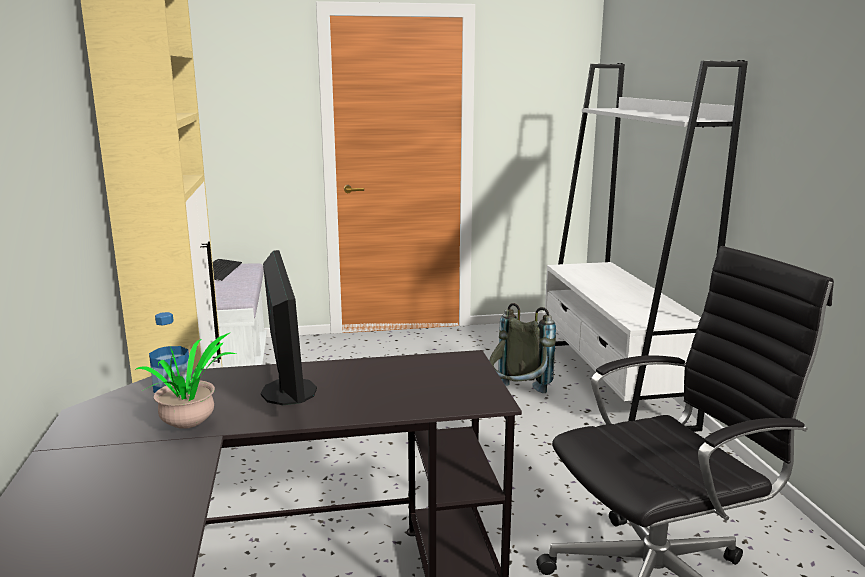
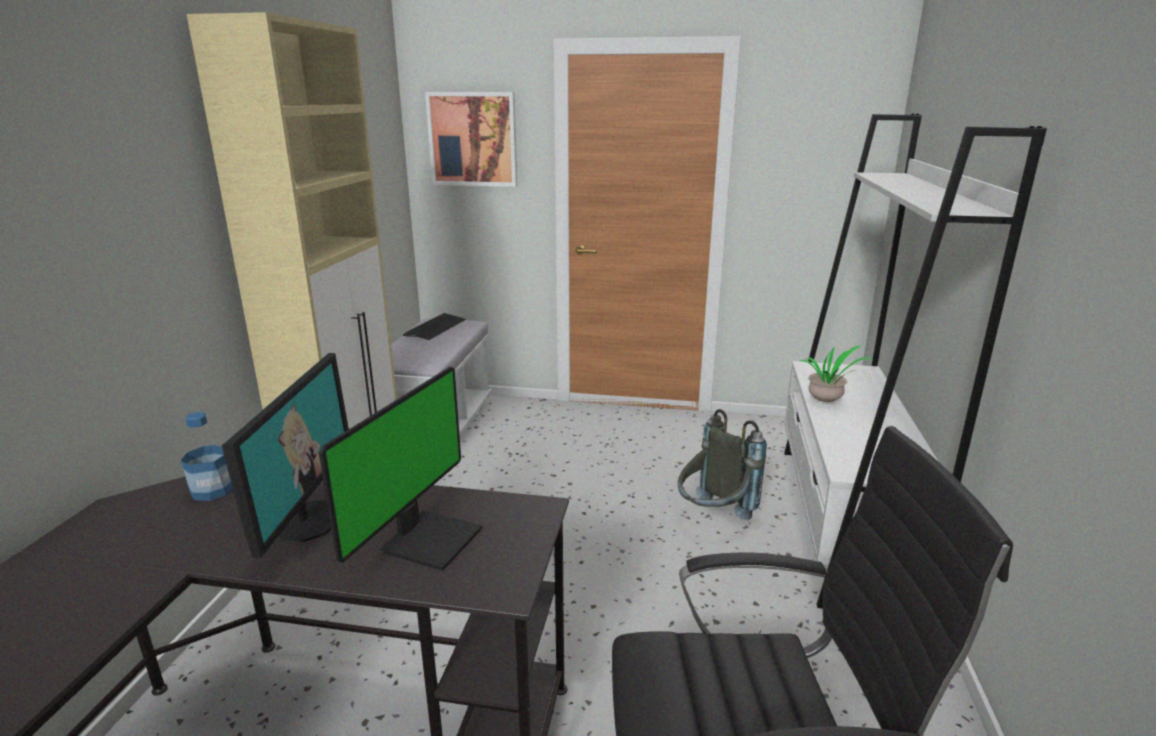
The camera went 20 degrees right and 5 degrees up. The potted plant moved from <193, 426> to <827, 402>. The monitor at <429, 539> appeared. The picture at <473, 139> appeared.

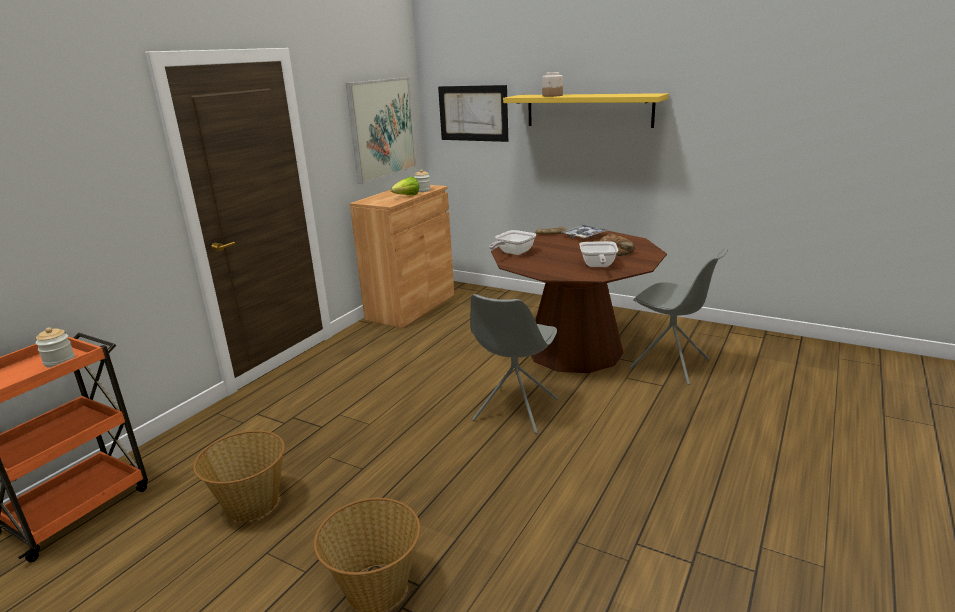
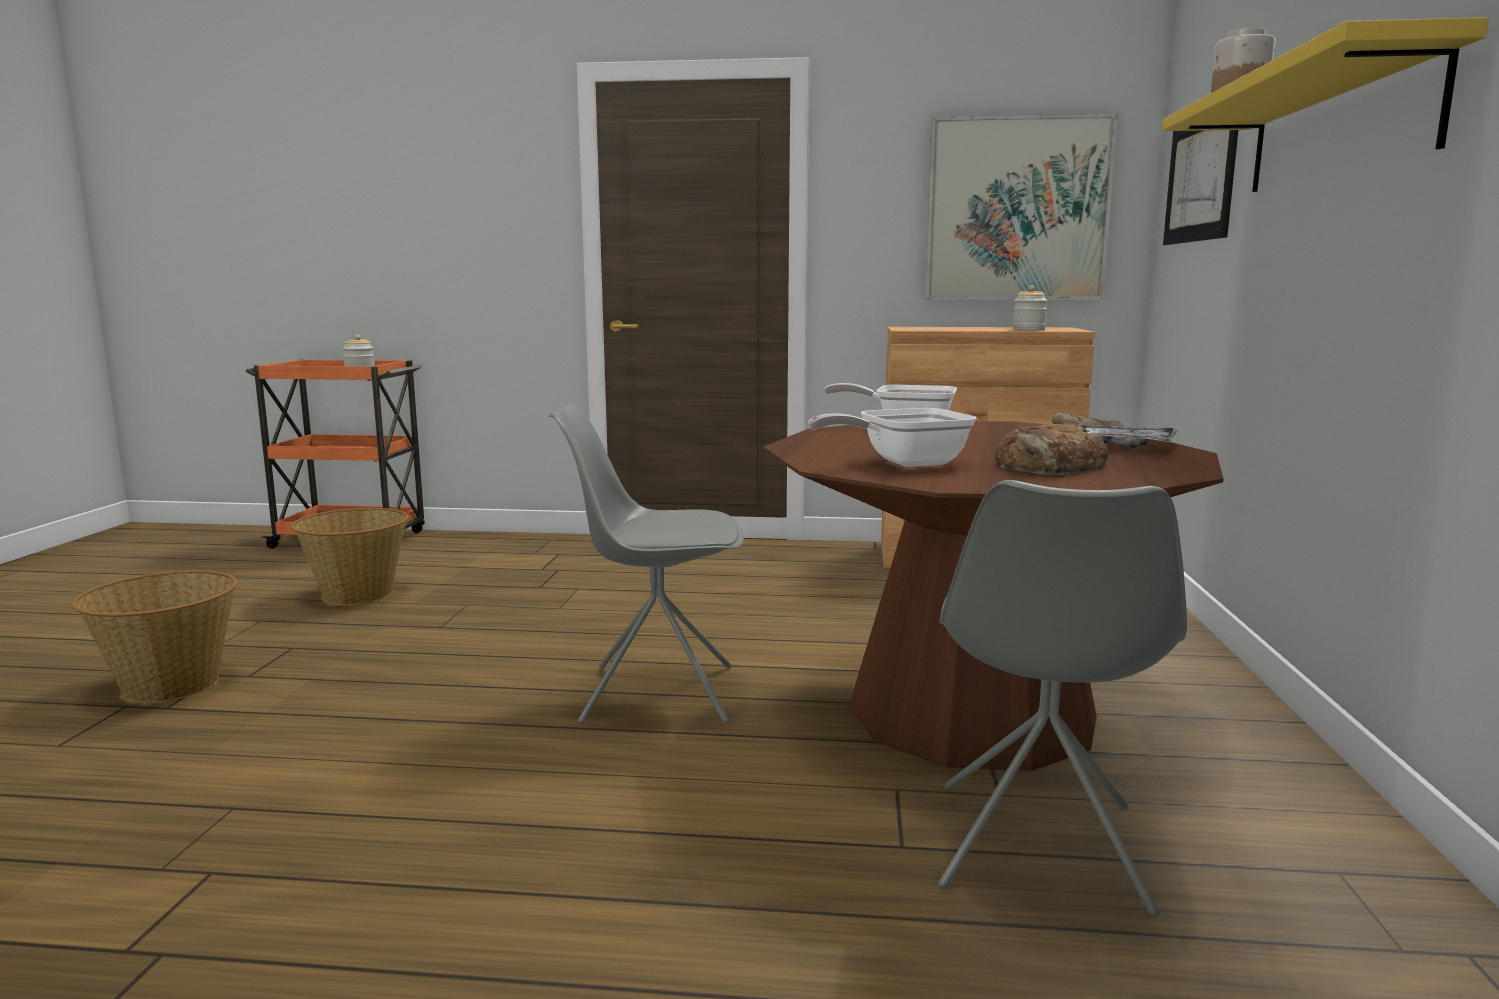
The camera went 65 degrees right and 10 degrees down. The lettuce at <407, 196> disappeared.

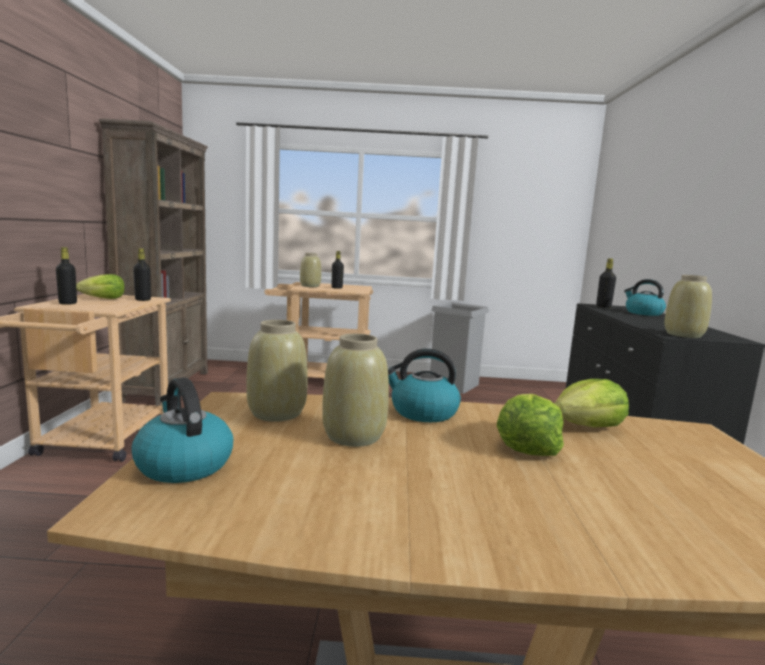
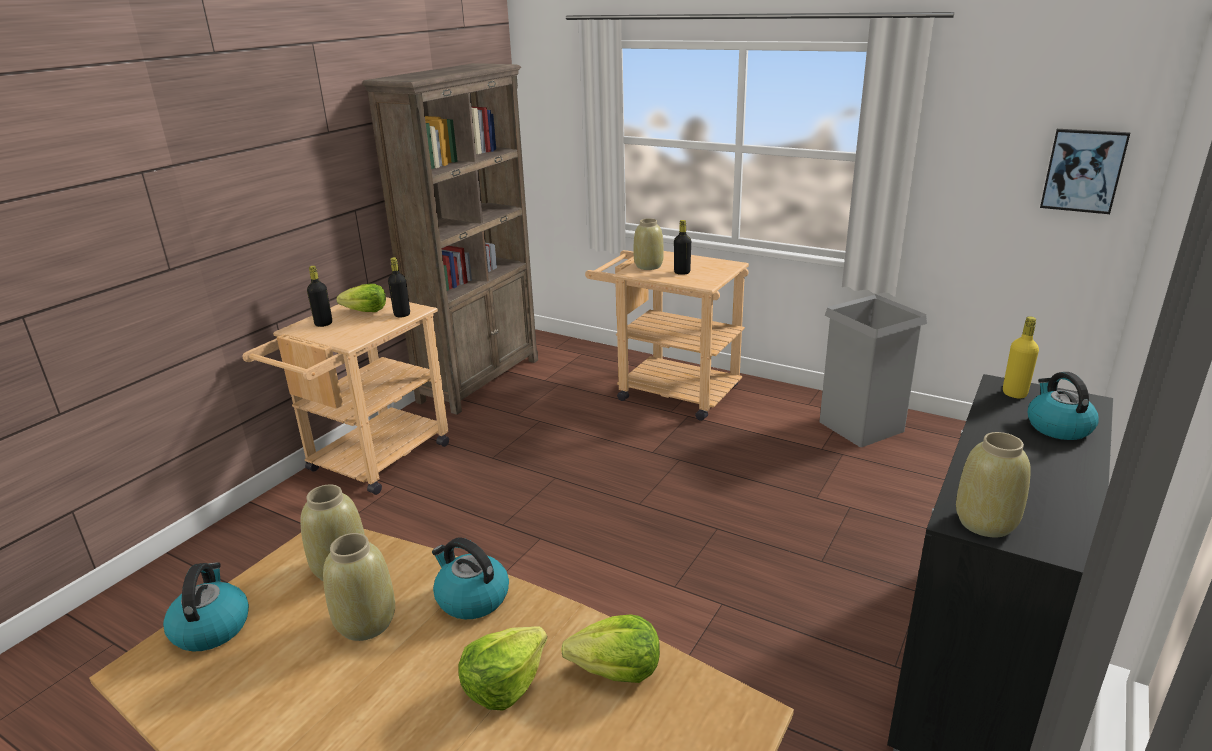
The camera went 30 degrees right and 15 degrees up. The black bottle at <603, 306> became the yellow bottle at <1014, 393>. The picture at <1083, 170> appeared.

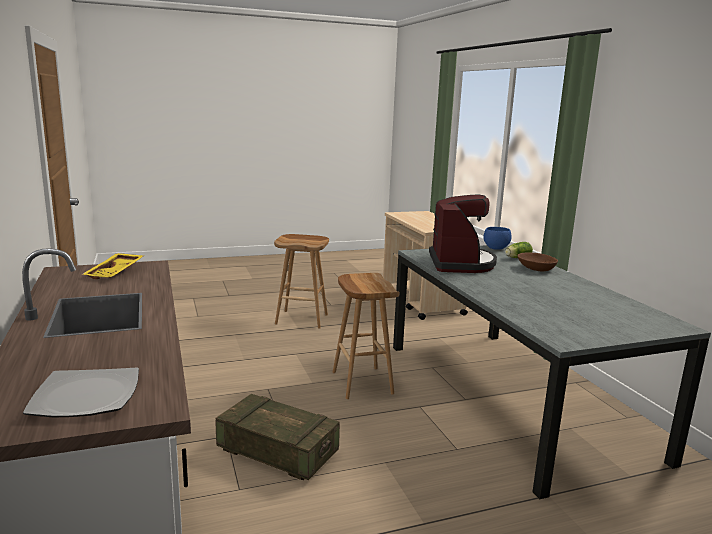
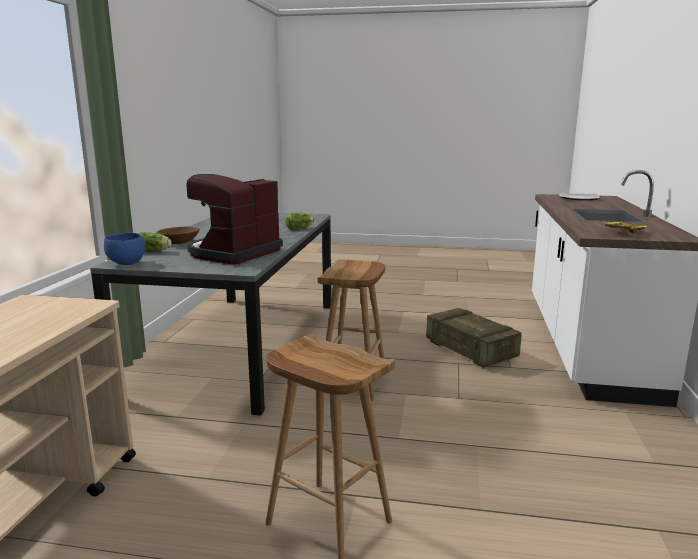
The camera went 150 degrees left and 0 degrees up. The lettuce at <300, 228> appeared.

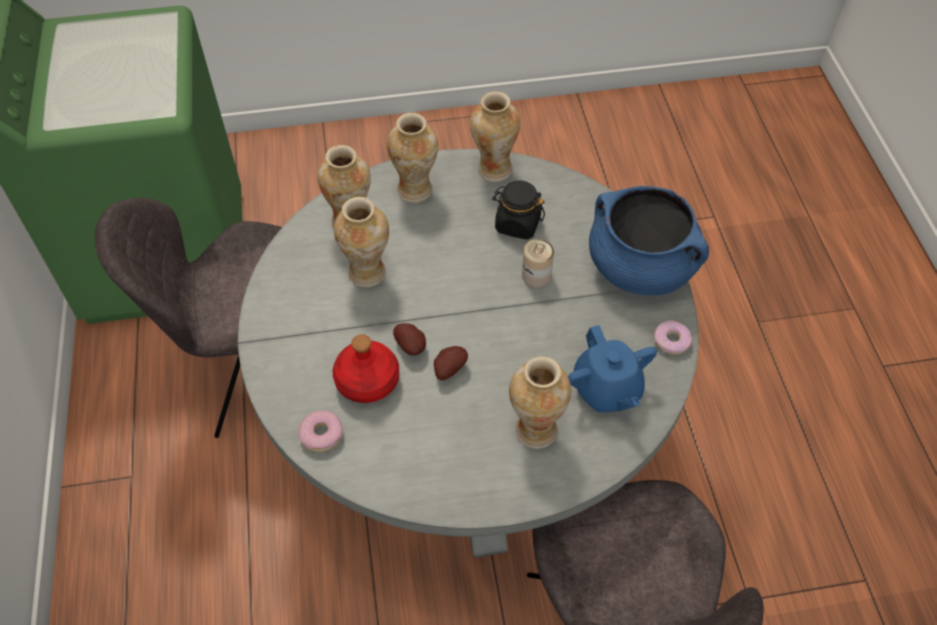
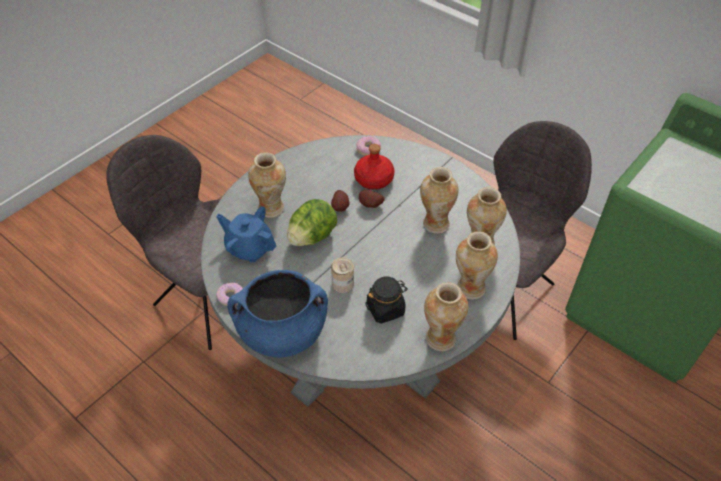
The camera went 140 degrees right and 5 degrees down. The lettuce at <312, 236> appeared.

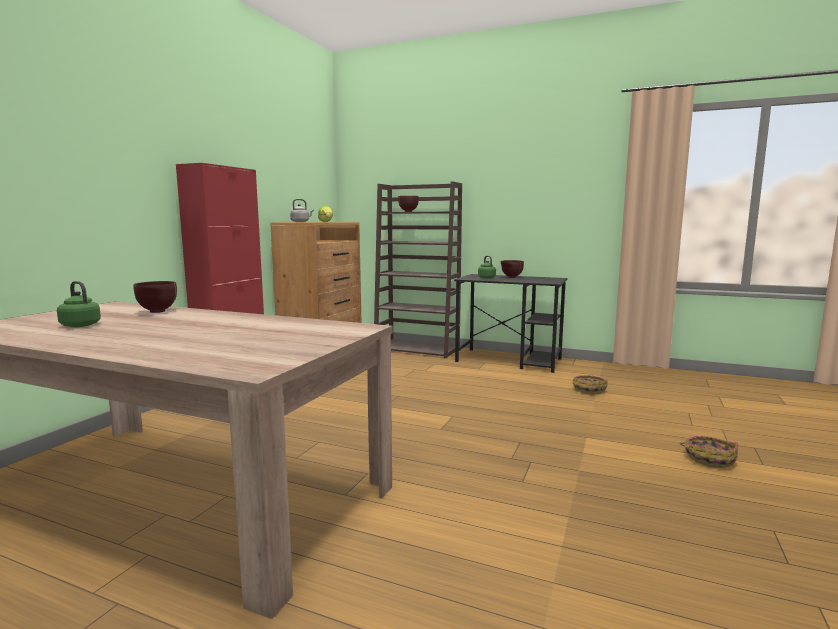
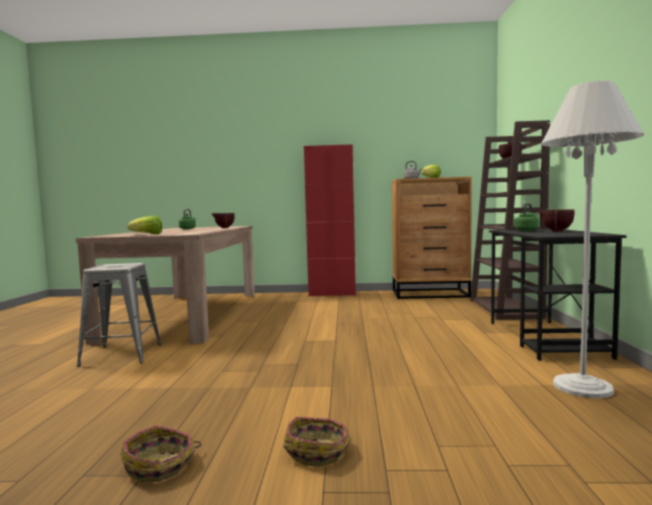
The camera went 70 degrees right and 5 degrees down. The basket moved from <589, 389> to <160, 466>. The grey stool at <122, 354> appeared. The lettuce at <147, 234> appeared. The white floor lamp at <582, 387> appeared.

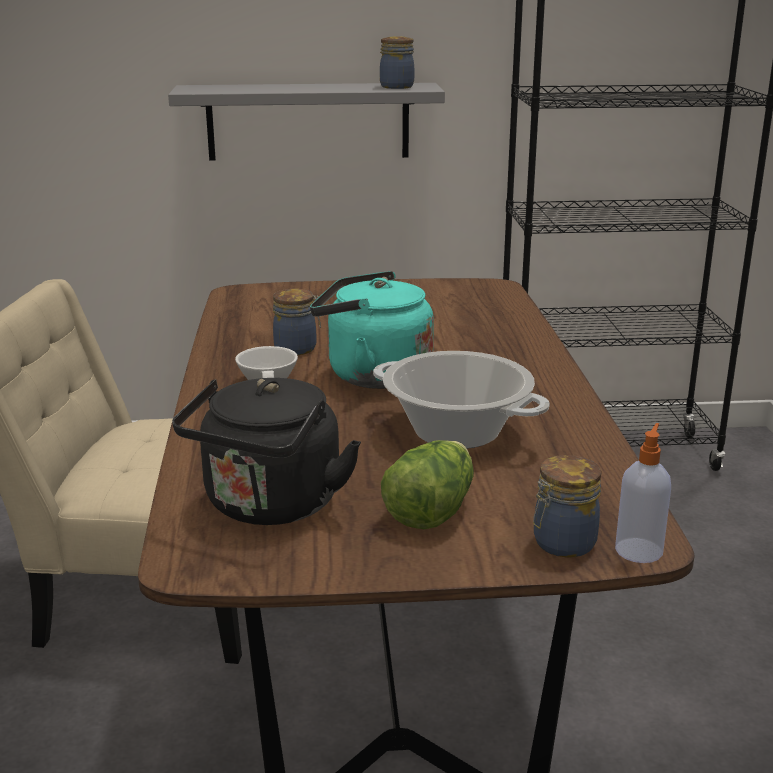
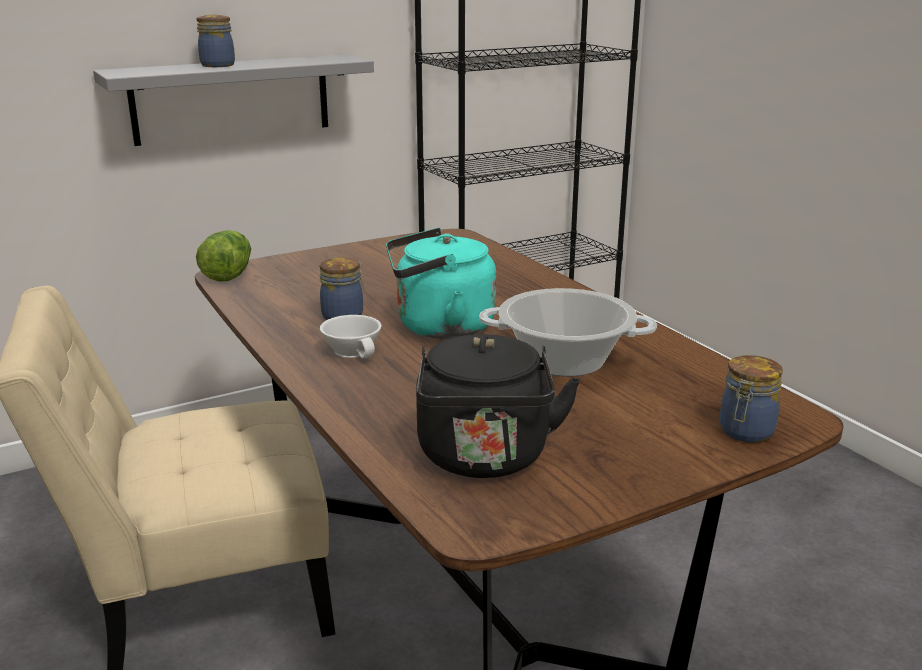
The camera went 25 degrees left and 0 degrees up. The jar moved from <397, 86> to <218, 65>. The lettuce moved from <430, 509> to <227, 273>. The soap dispenser at <639, 550> disappeared.

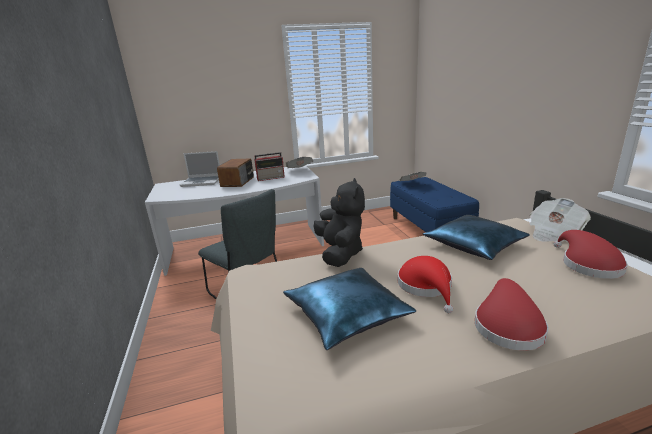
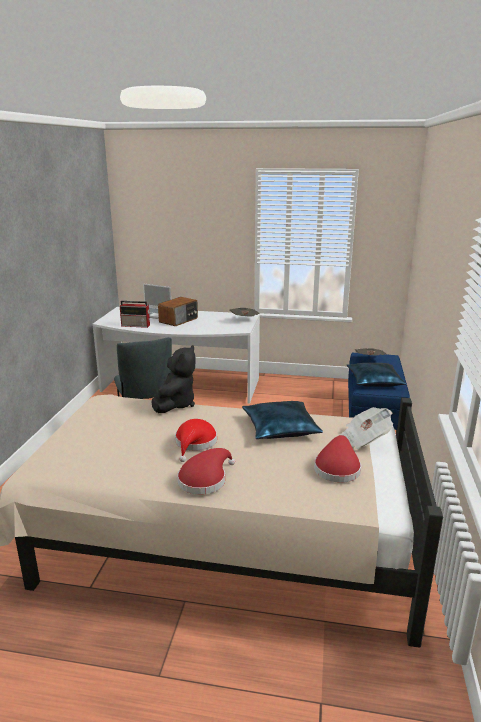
The camera went 25 degrees right and 0 degrees up. The radio moved from <271, 178> to <136, 325>. The blue pillow moved from <347, 315> to <374, 381>.

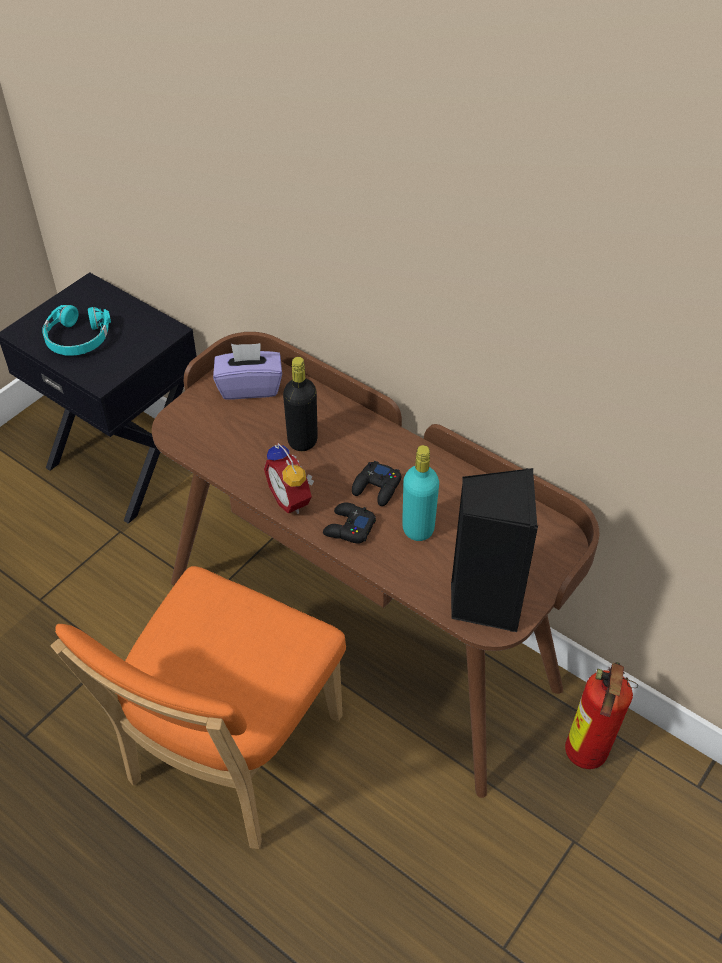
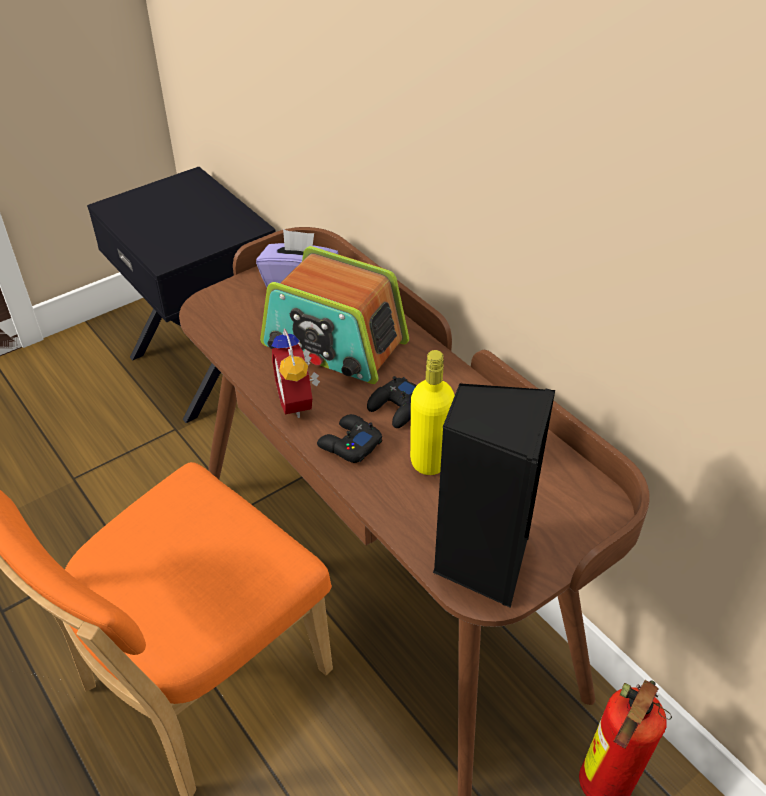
The camera went 15 degrees right and 5 degrees down. The turquoise headphones at <77, 338> disappeared. The black bottle at <302, 441> was replaced by the radio at <334, 345>. The turquoise bottle at <418, 529> became the yellow bottle at <429, 461>.

